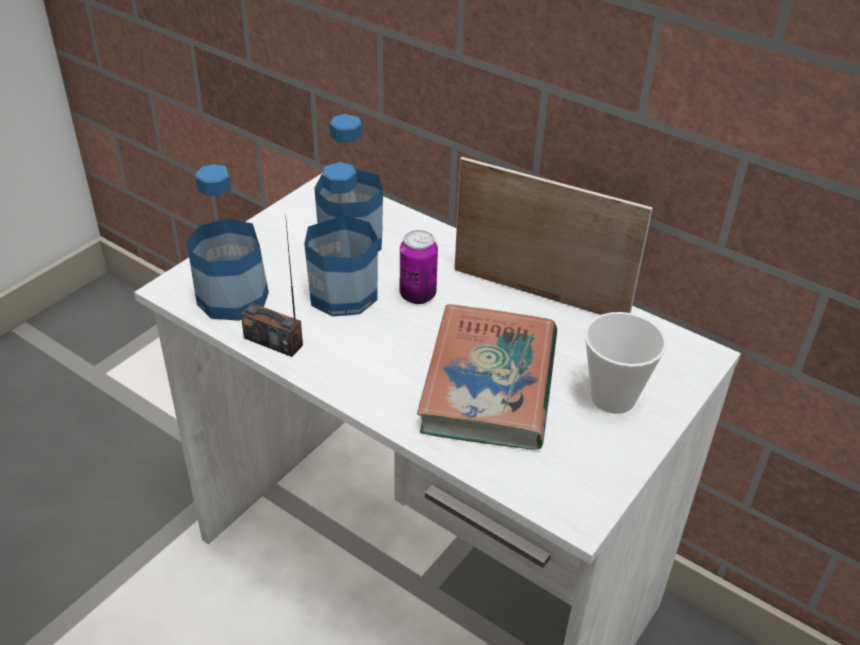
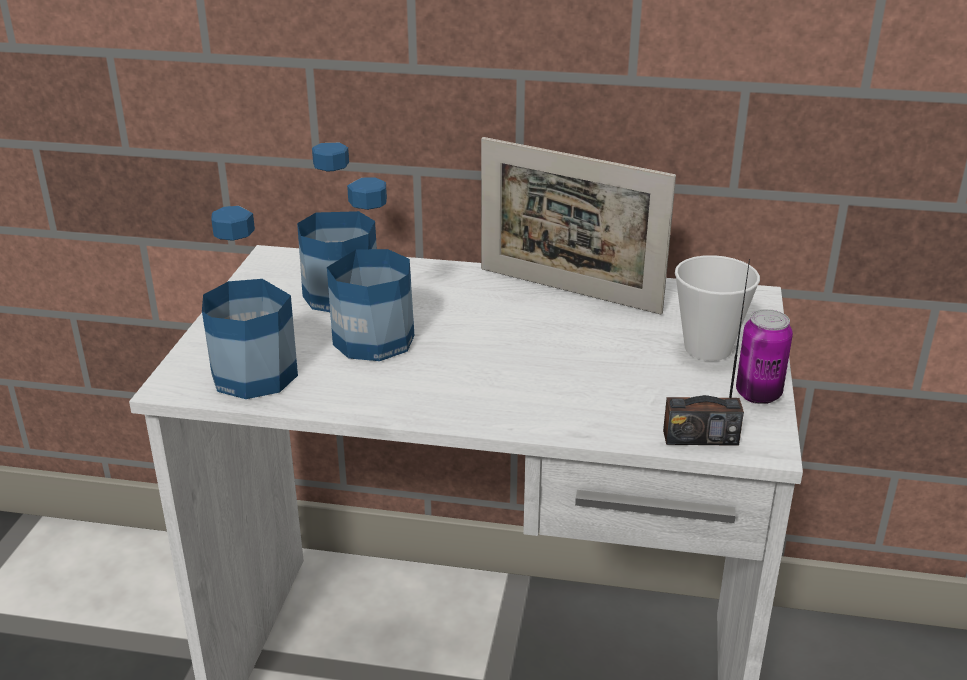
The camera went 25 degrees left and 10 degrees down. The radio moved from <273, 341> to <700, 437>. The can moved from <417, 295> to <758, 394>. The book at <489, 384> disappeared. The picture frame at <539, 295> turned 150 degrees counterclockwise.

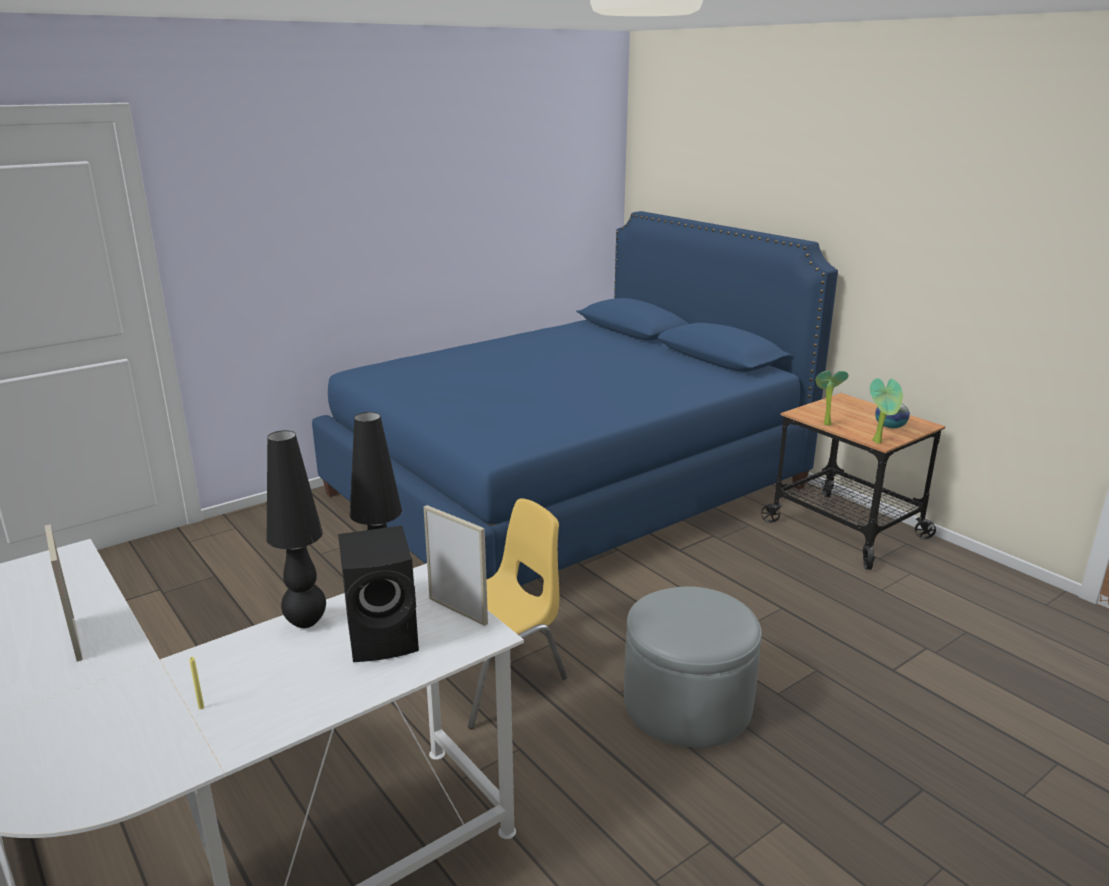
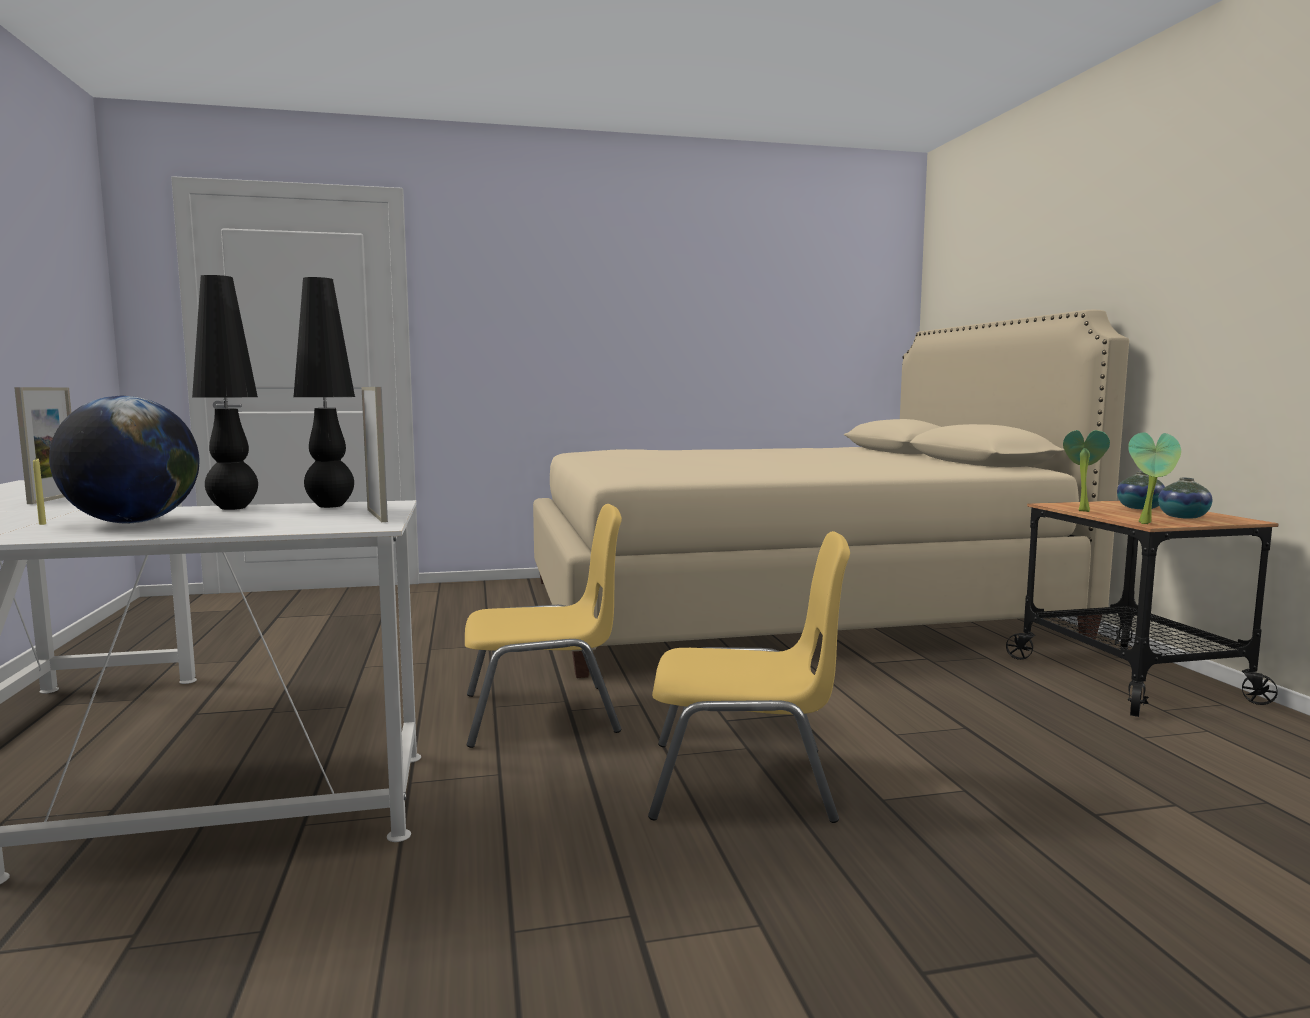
The camera went 25 degrees right and 15 degrees down. The blue bed at <567, 490> became the beige bed at <782, 607>. The black speaker at <385, 637> disappeared. The grey ottoman at <687, 704> was replaced by the yellow chair at <744, 782>. The globe at <132, 522> appeared. The vase at <1139, 508> appeared.

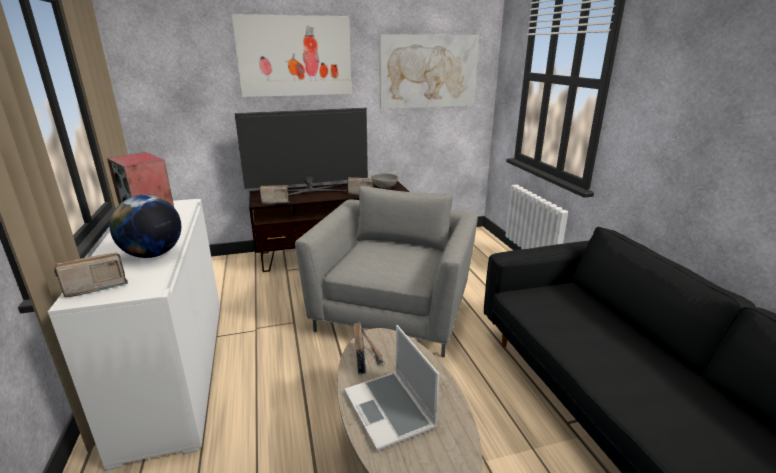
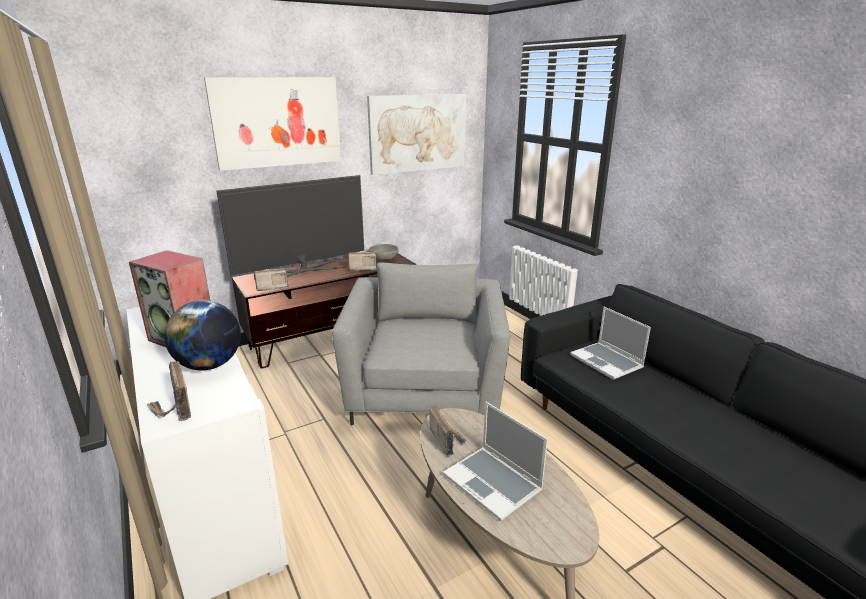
The camera went 15 degrees left and 0 degrees up. The radio at <95, 287> turned 75 degrees counterclockwise. The laptop at <607, 362> appeared.

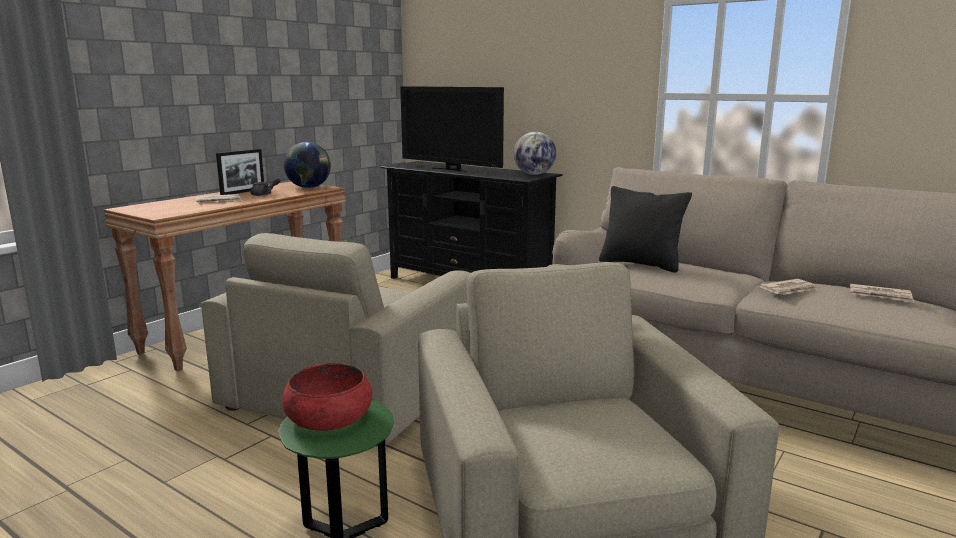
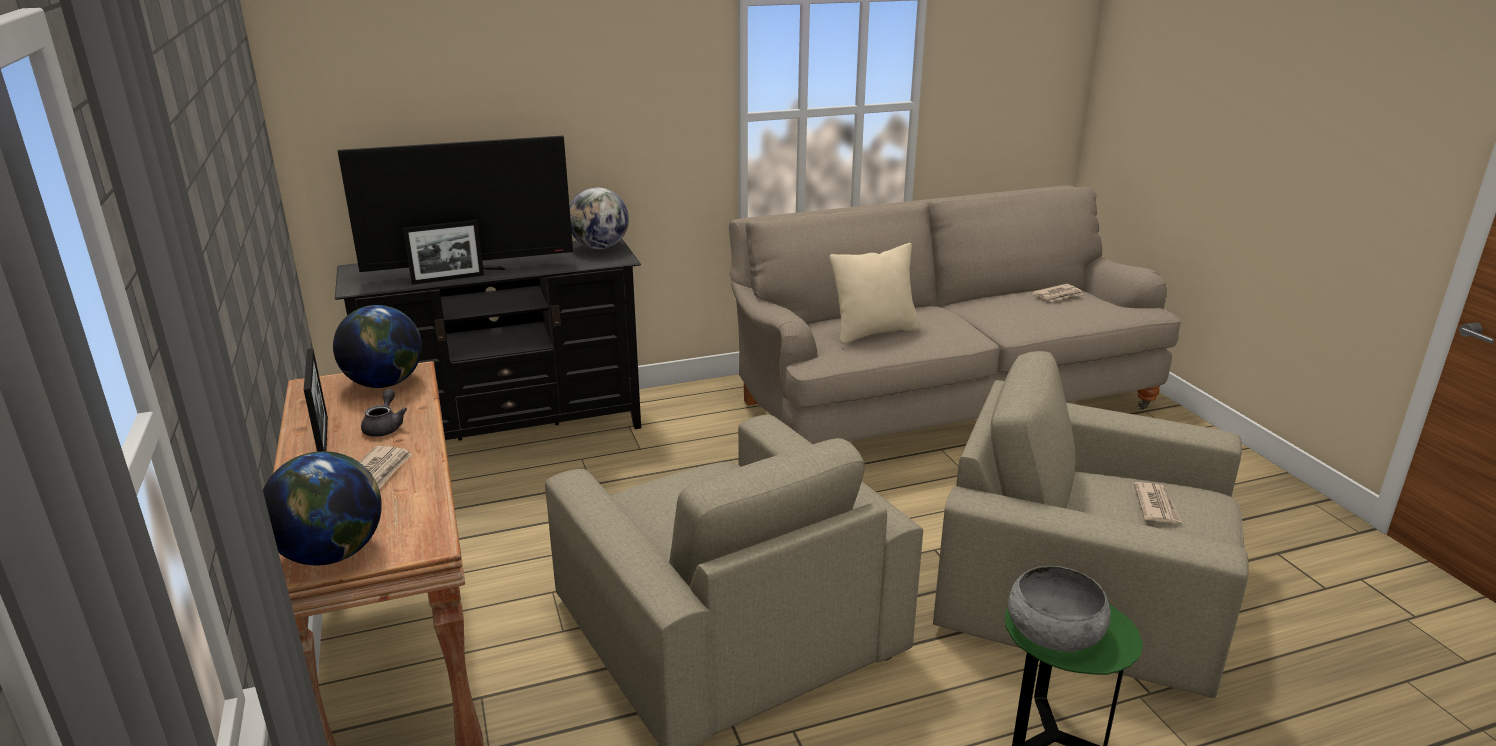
The camera went 55 degrees left and 10 degrees up. The red bowl at <329, 417> became the grey bowl at <1055, 629>. The black pillow at <641, 264> became the beige pillow at <874, 332>. The newspaper moved from <789, 290> to <1156, 505>. The globe at <332, 553> appeared. The picture frame at <448, 279> appeared.

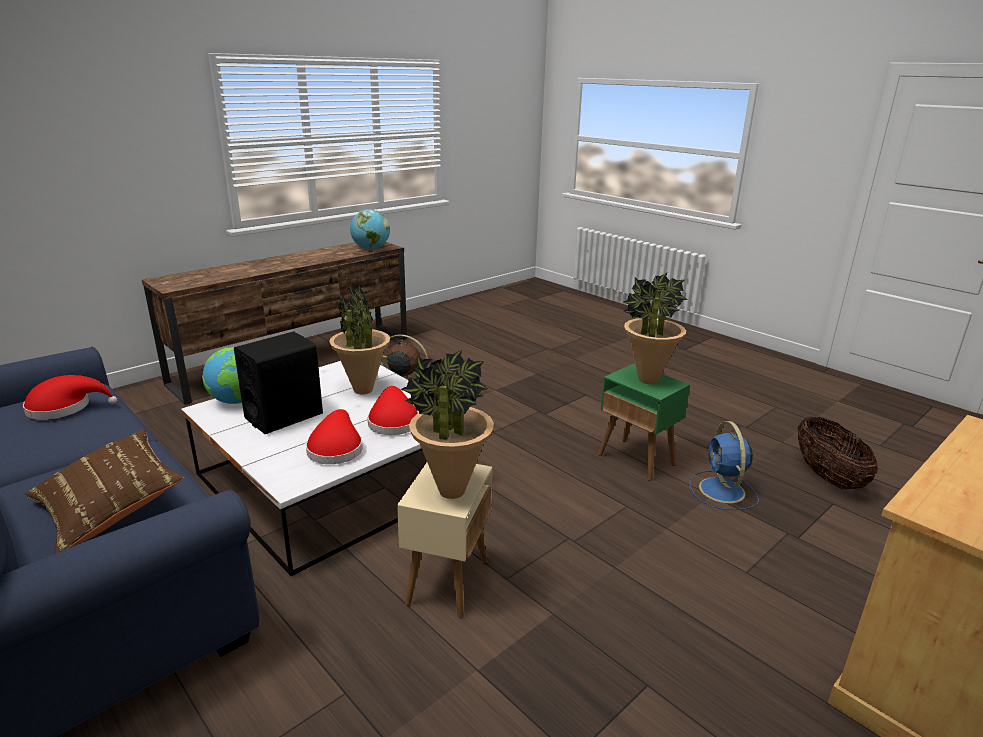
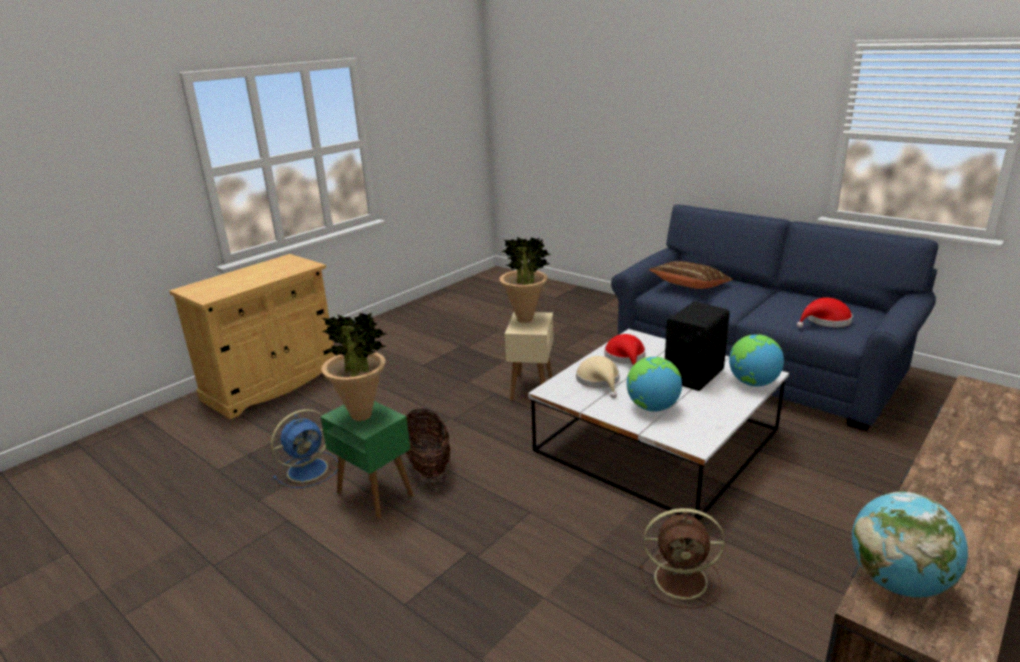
The camera went 175 degrees right and 0 degrees up. The potted plant at <363, 390> was replaced by the globe at <652, 407>. The red hat at <393, 421> became the beige hat at <599, 381>. The blue fan at <722, 491> turned 60 degrees clockwise. The basket moved from <827, 476> to <428, 465>.

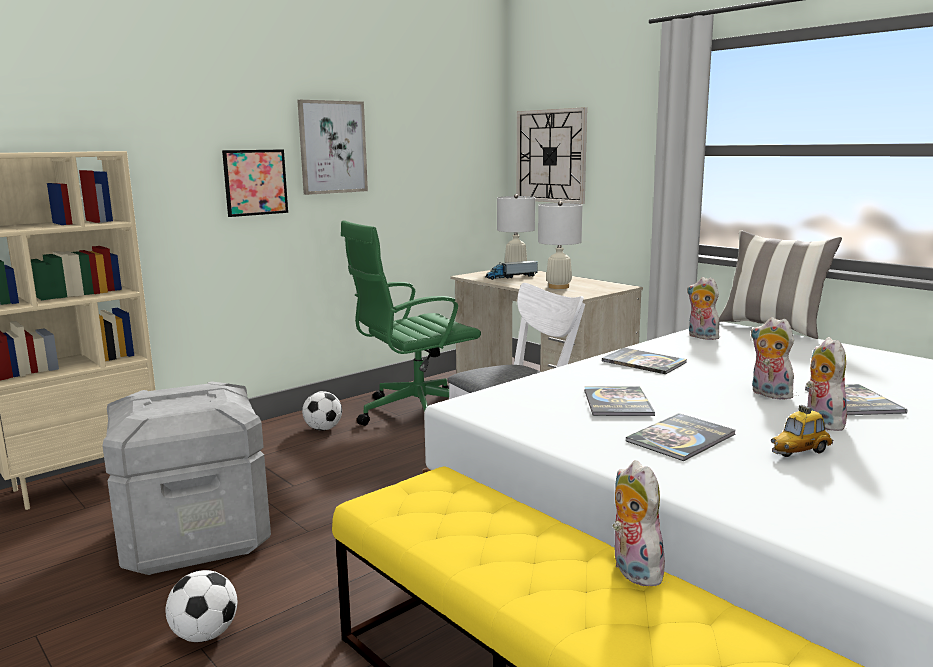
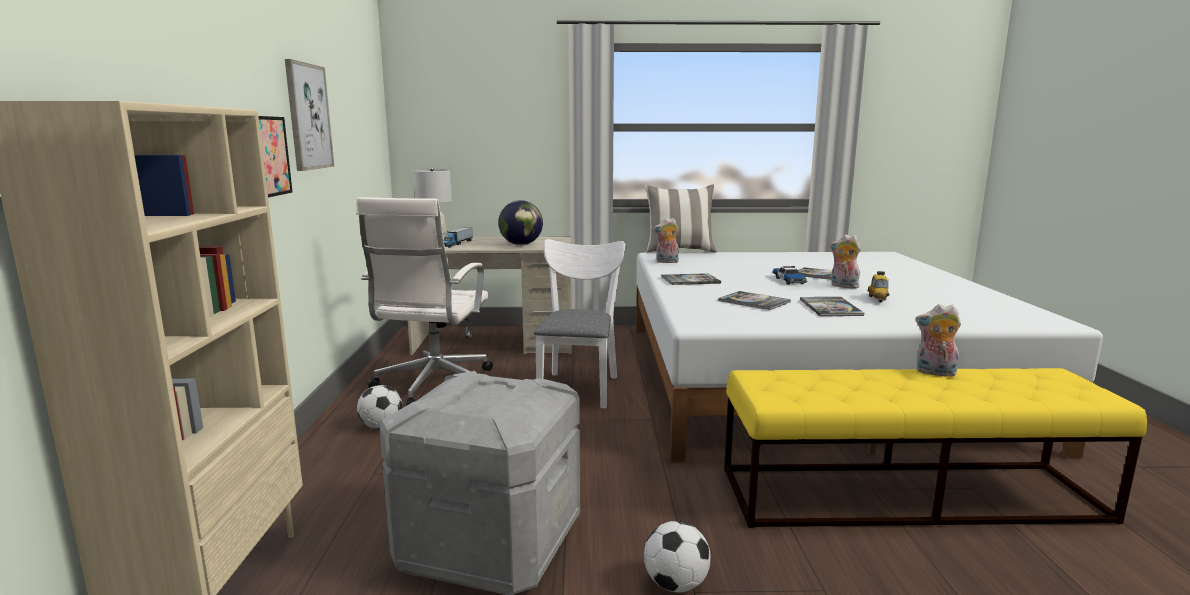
The camera went 50 degrees left and 0 degrees up. The green office chair at <415, 413> became the white office chair at <434, 387>. The wall clock at <551, 156> disappeared. The white table lamp at <558, 287> was replaced by the globe at <521, 244>. The plush toy at <768, 394> was replaced by the toy car at <789, 280>.

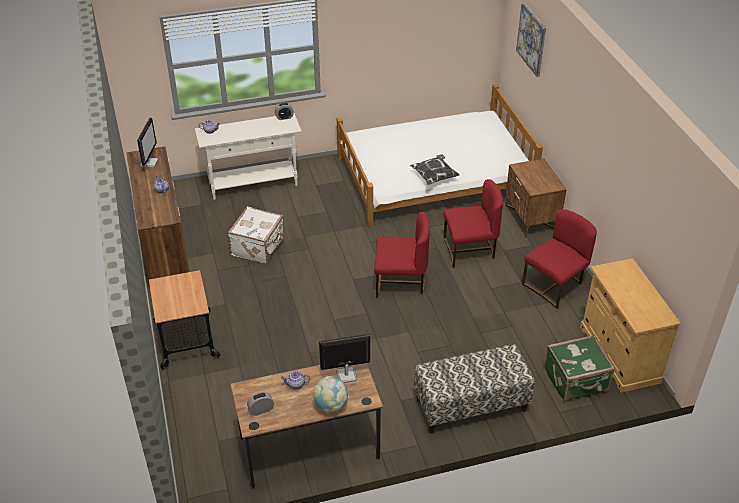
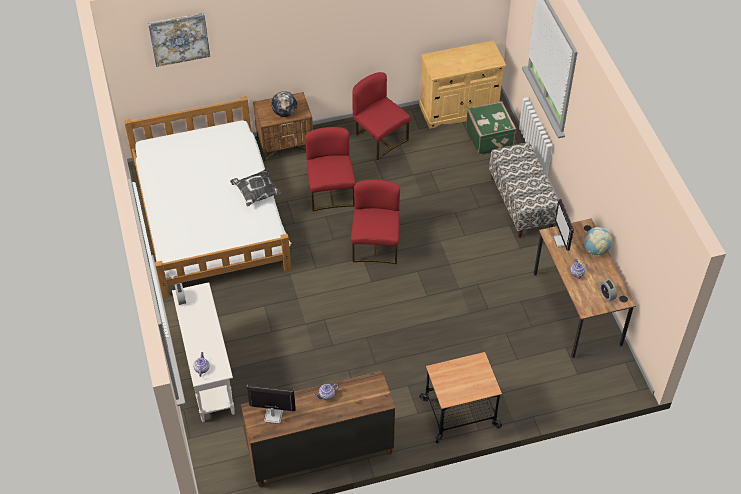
The camera went 90 degrees left and 10 degrees up. The white suitcase at <259, 247> disappeared. The globe at <285, 113> appeared.

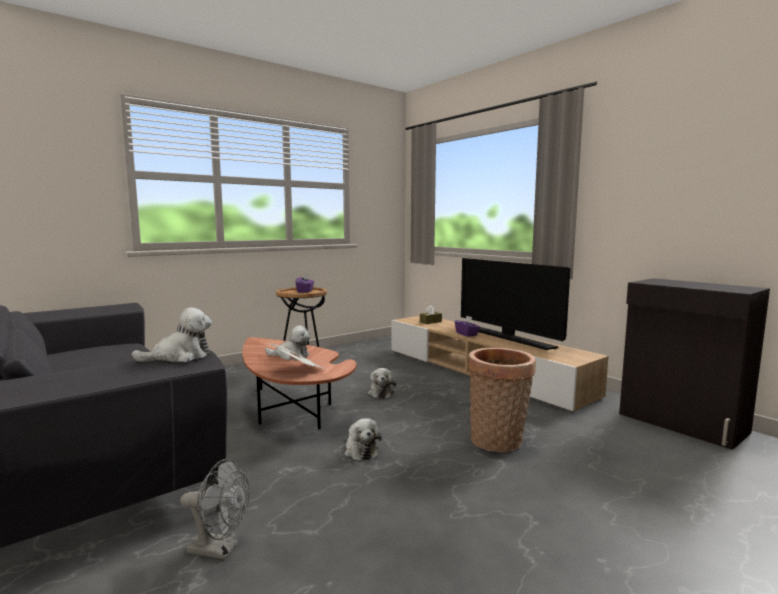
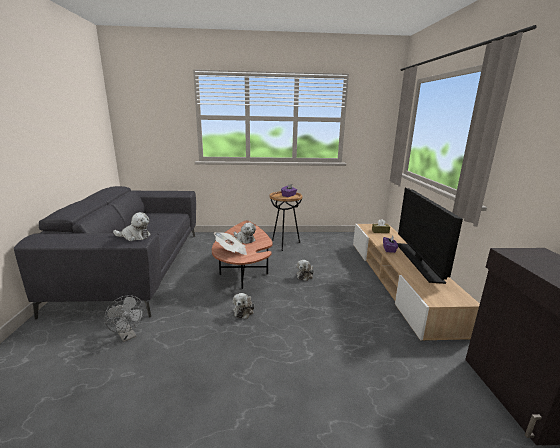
The camera went 35 degrees right and 10 degrees up. The basket at <498, 442> disappeared.

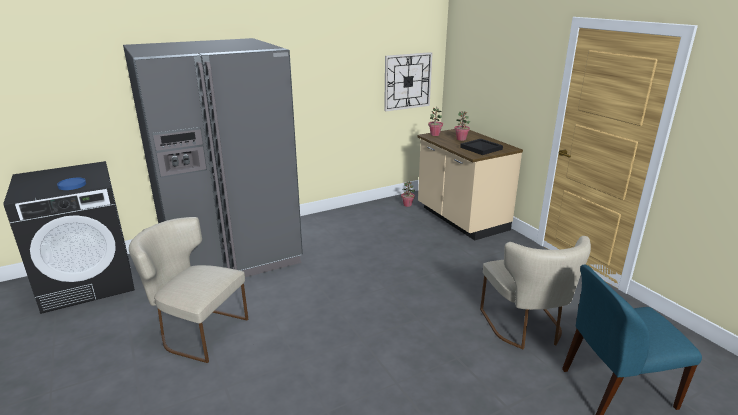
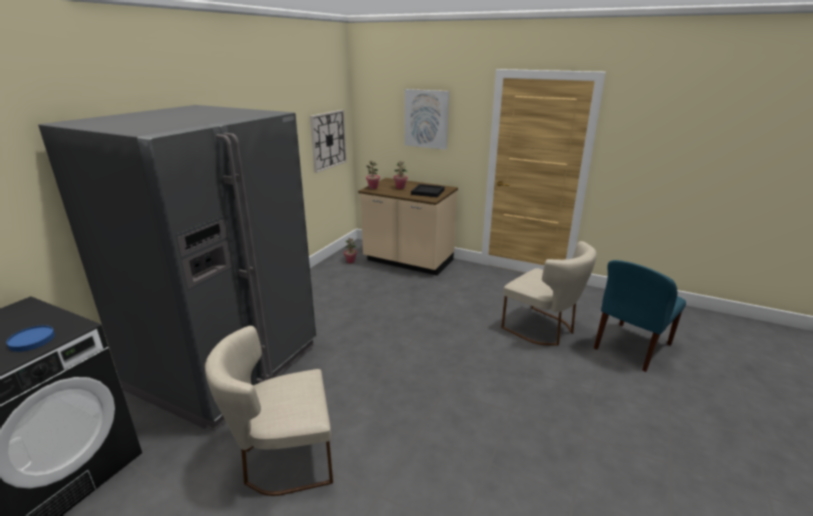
The camera went 35 degrees left and 0 degrees up. The picture at <426, 119> appeared.

